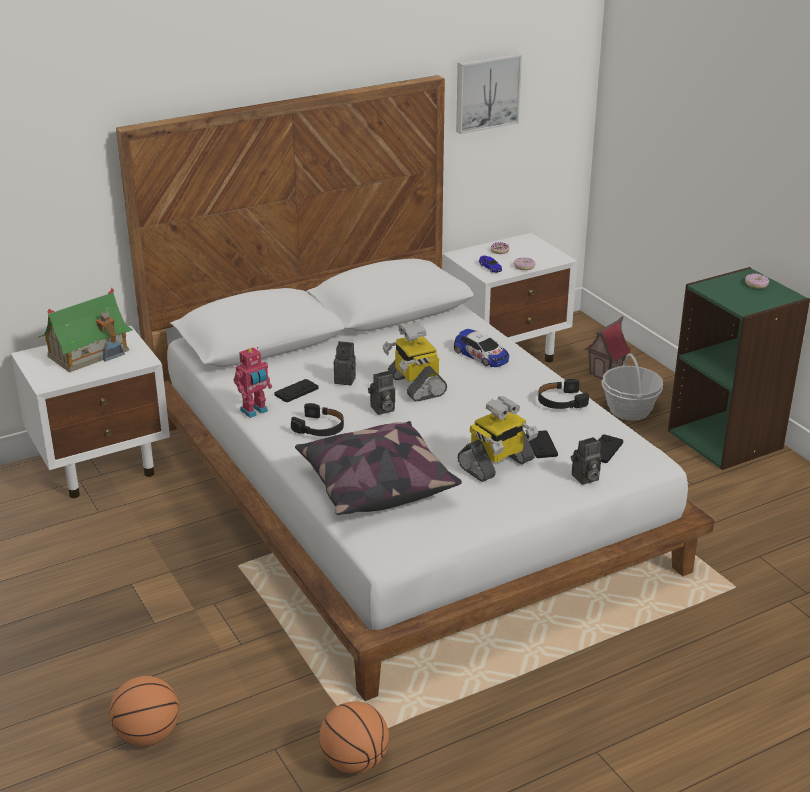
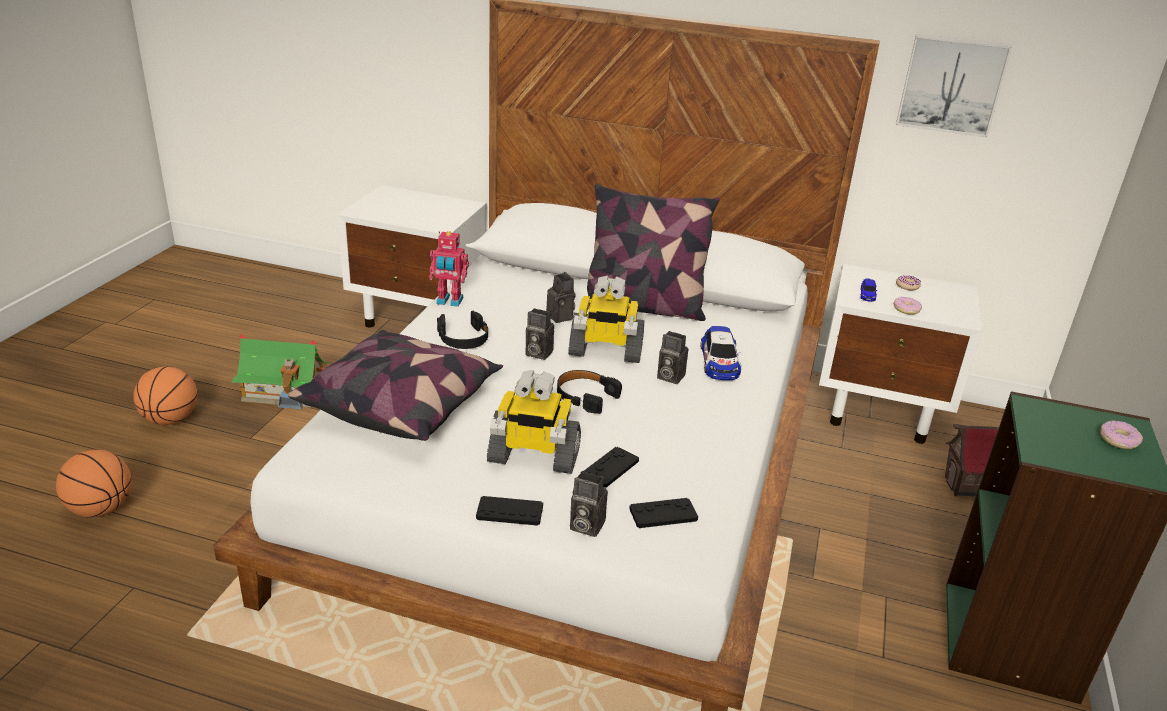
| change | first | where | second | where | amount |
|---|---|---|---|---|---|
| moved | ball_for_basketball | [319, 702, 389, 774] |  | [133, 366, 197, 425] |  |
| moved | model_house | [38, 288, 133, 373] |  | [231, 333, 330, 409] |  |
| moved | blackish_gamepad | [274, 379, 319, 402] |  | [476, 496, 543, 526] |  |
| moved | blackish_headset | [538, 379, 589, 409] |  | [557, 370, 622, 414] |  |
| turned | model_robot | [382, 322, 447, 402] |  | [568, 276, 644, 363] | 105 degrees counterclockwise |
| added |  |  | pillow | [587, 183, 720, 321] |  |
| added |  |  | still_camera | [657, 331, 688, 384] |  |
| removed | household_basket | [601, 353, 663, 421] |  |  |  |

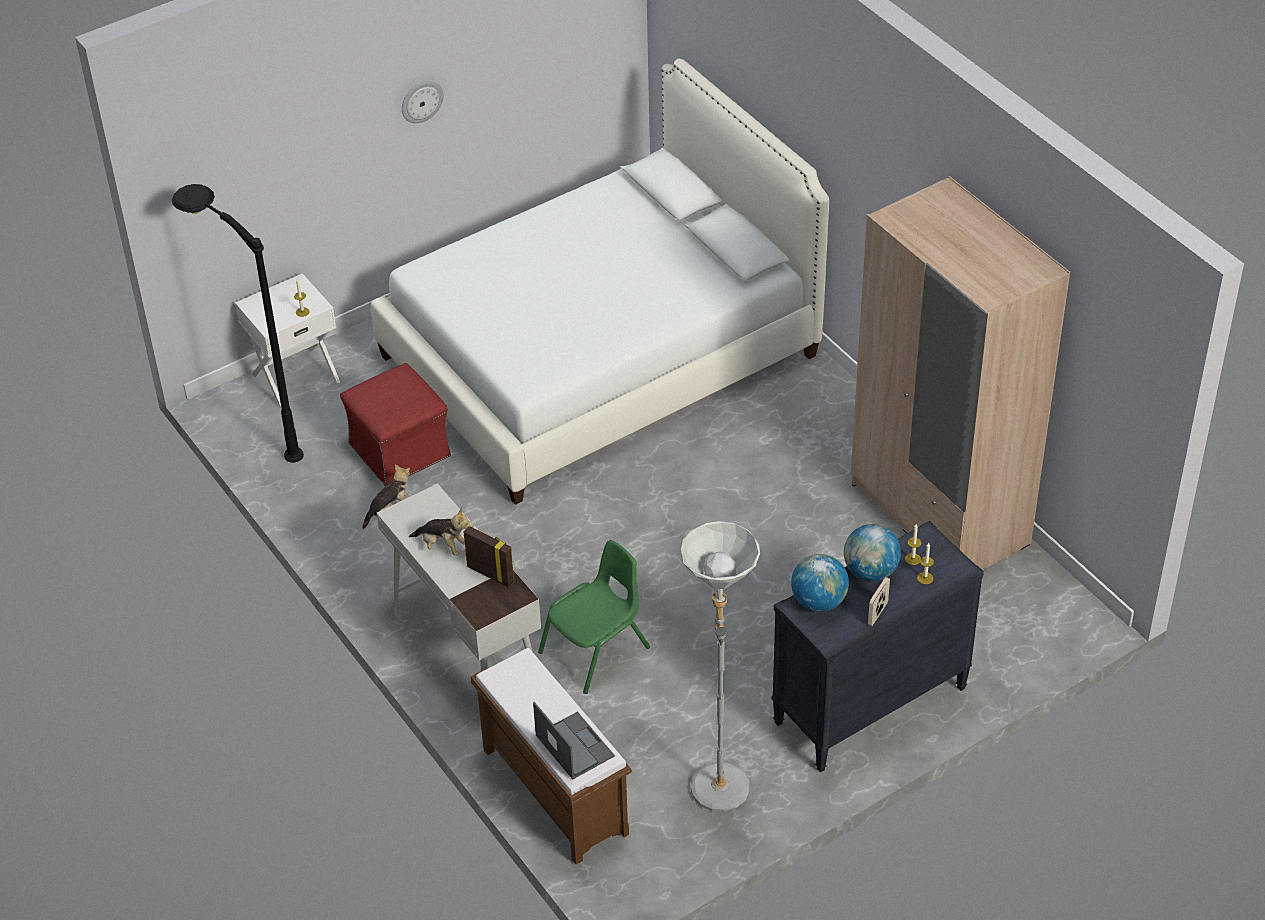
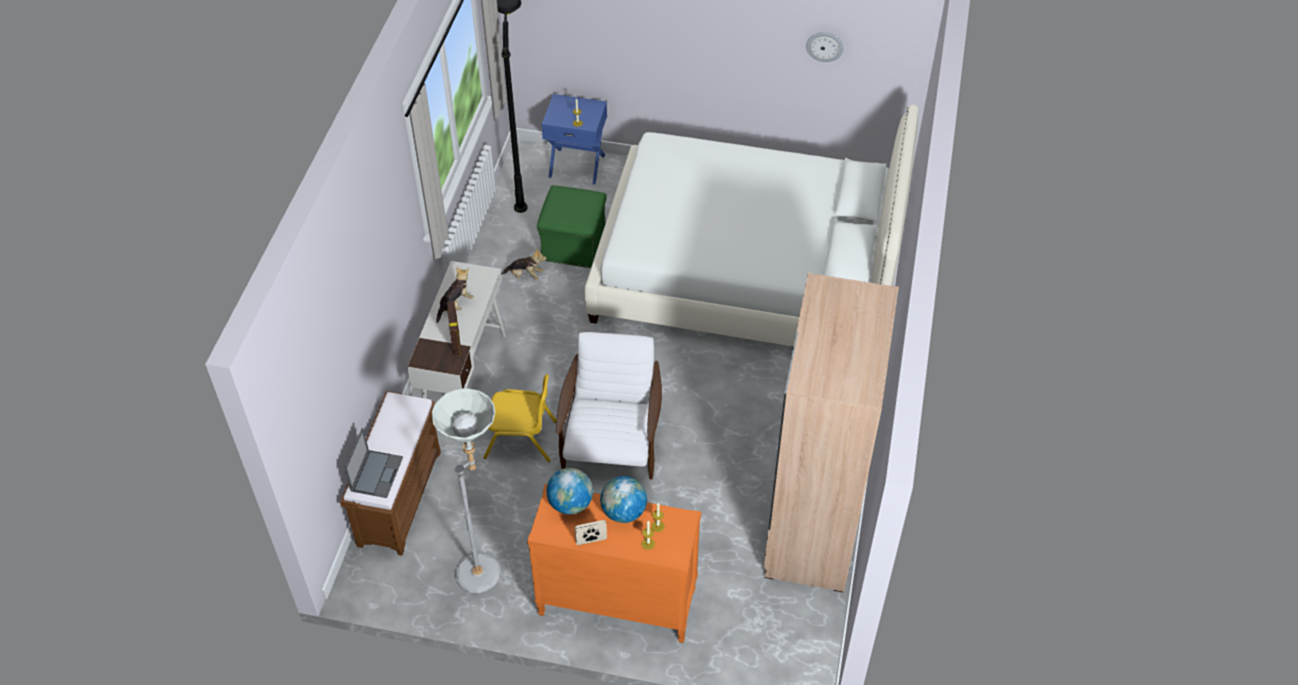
| change | first | where | second | where | amount |
|---|---|---|---|---|---|
| turned | cuddly_toy | [409, 508, 474, 556] |  | [436, 267, 474, 323] | 120 degrees counterclockwise |
| recoloured | green-coloured_upright_chair | [538, 540, 650, 694] | yellowish_upright_chair | [483, 374, 557, 462] |  |
| recoloured | blackish_chest_of_drawers | [771, 521, 984, 772] | orange_chest_of_drawers | [527, 484, 701, 643] |  |
| recoloured | red-coloured_footrest | [340, 363, 451, 486] | green-coloured_footrest | [537, 185, 607, 268] |  |
| recoloured | white-coloured_bedside_table | [235, 273, 340, 409] | bluish_bedside_table | [541, 94, 607, 185] |  |
| added |  |  | white-coloured_armchair | [556, 332, 662, 480] |  |
| moved | hanging_clock | [402, 81, 444, 123] |  | [806, 32, 843, 62] |  |

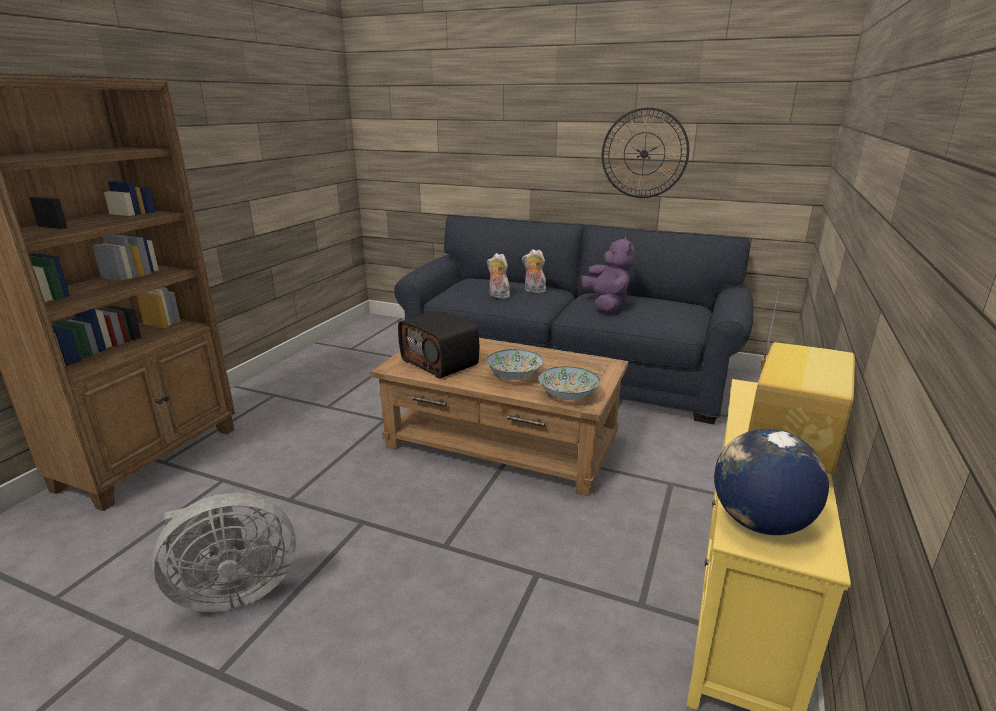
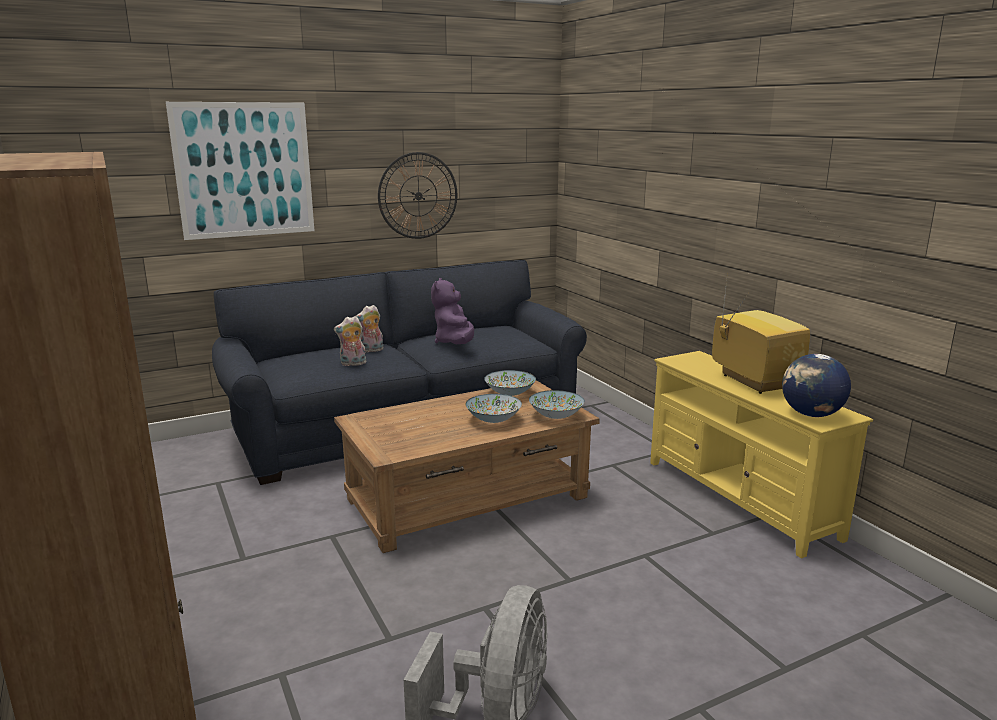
| change | first | where | second | where | amount |
|---|---|---|---|---|---|
| added |  |  | wall_picture | [166, 102, 314, 240] |  |
| turned | purplish_cuddly_toy | [581, 237, 635, 312] |  | [431, 278, 474, 344] | 120 degrees counterclockwise |
| added |  |  | serving_bowl | [484, 370, 536, 396] |  |
| removed | radio_set | [398, 311, 479, 378] |  |  |  |

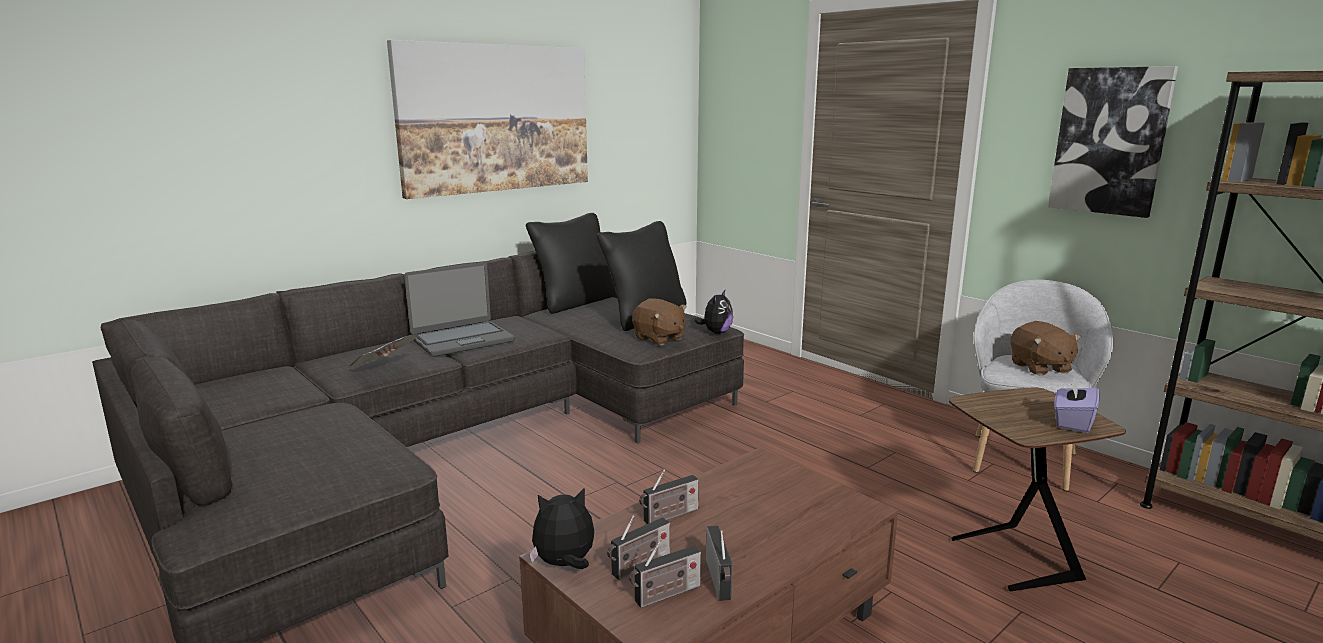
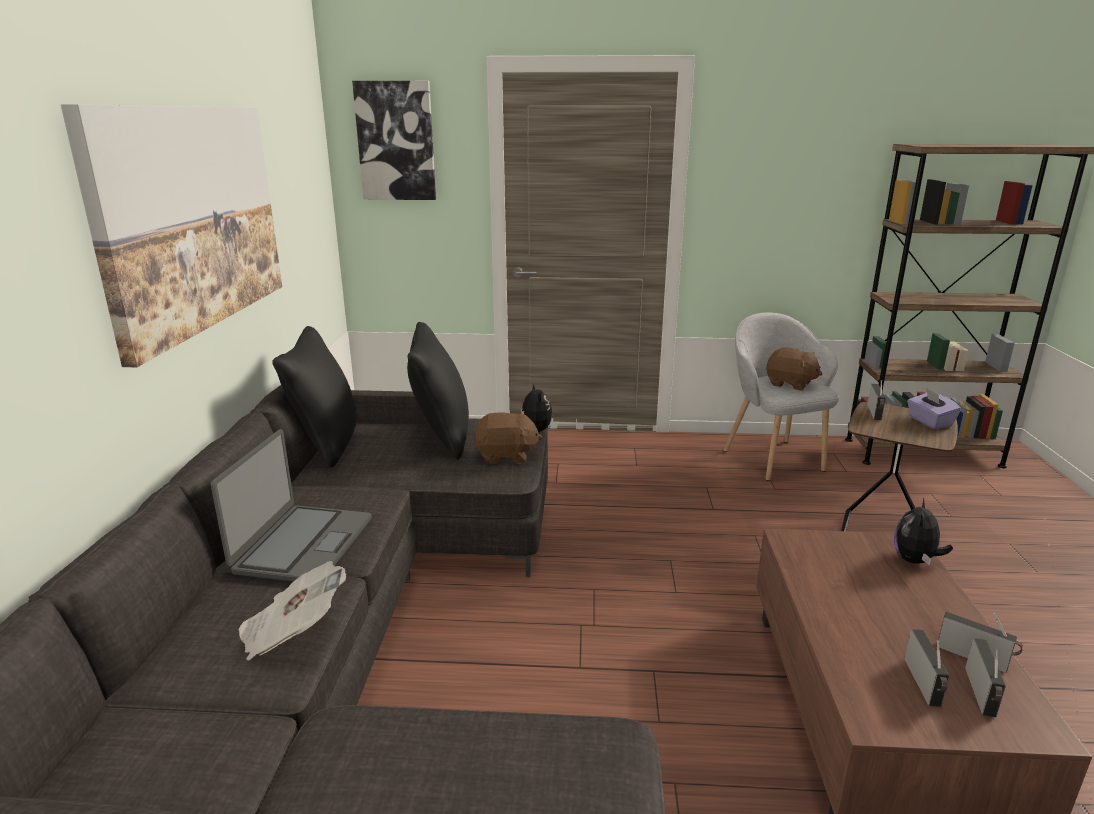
| change | first | where | second | where | amount |
|---|---|---|---|---|---|
| moved | wall_picture | [1048, 66, 1178, 218] |  | [352, 81, 436, 200] |  |
| moved | radio_set | [639, 469, 699, 524] |  | [867, 380, 886, 420] |  |
| moved | cuddly_toy | [529, 488, 594, 569] |  | [894, 498, 953, 565] |  |

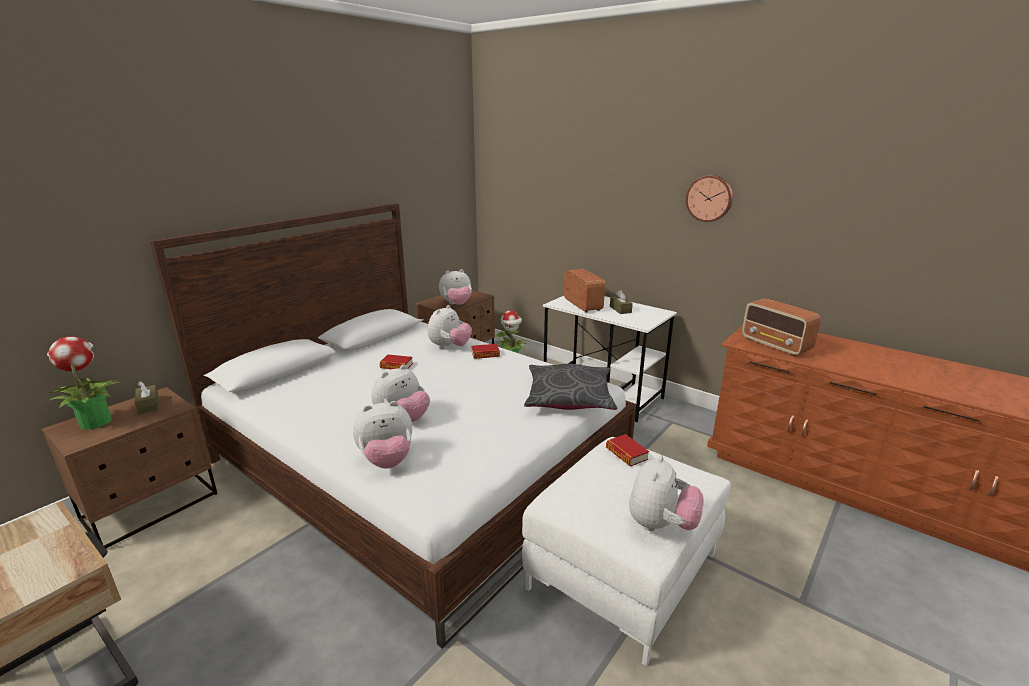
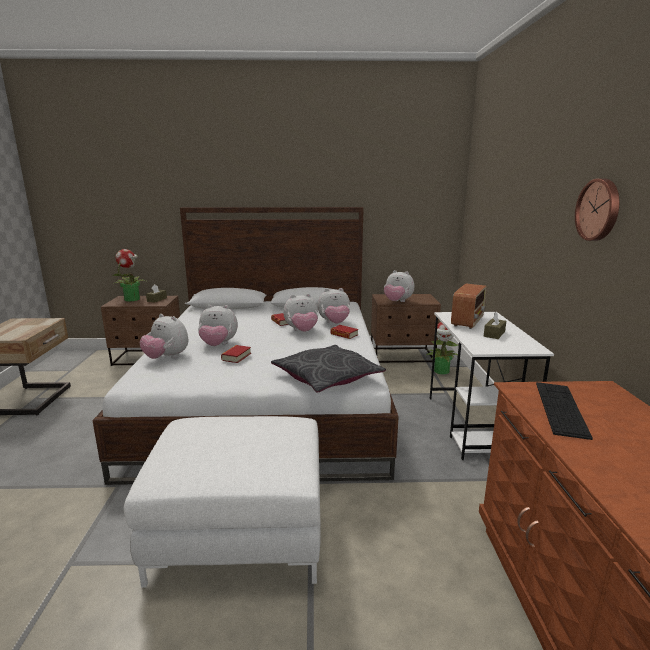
| change | first | where | second | where | amount |
|---|---|---|---|---|---|
| moved | book | [606, 434, 649, 466] |  | [221, 345, 251, 363] |  |
| moved | cuddly_toy | [629, 455, 704, 531] |  | [283, 294, 318, 332] |  |
| replaced | radio_set | [742, 298, 821, 356] | PC_keyboard | [536, 382, 593, 440] |  |

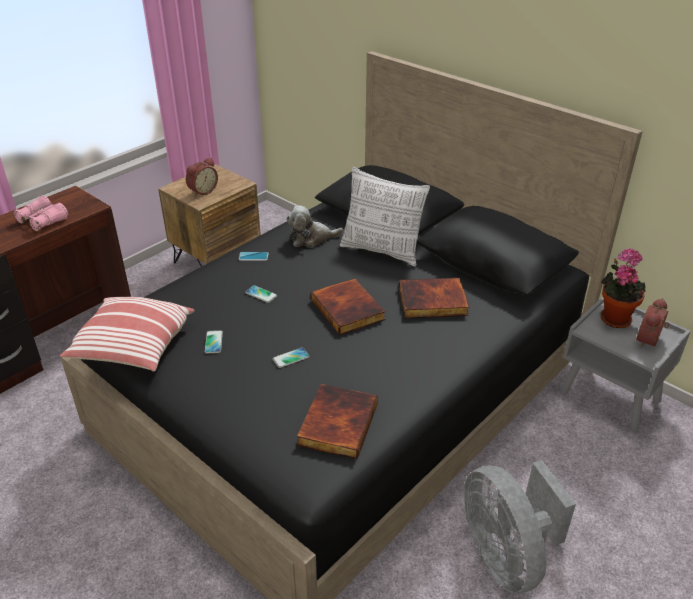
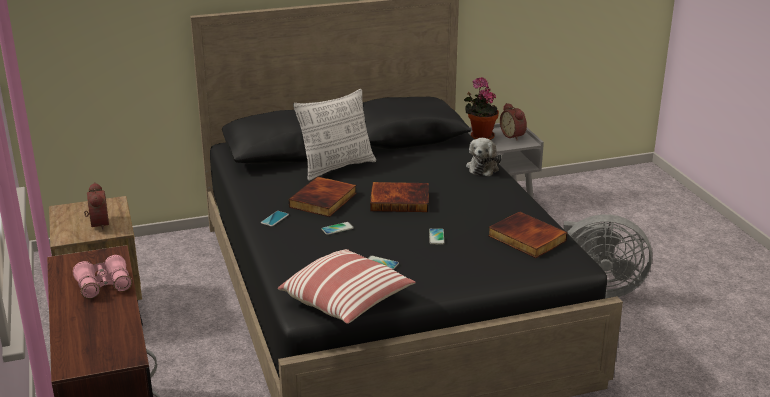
| change | first | where | second | where | amount |
|---|---|---|---|---|---|
| moved | book | [399, 278, 469, 318] |  | [289, 176, 357, 217] |  |
| moved | cuddly_toy | [286, 205, 344, 248] |  | [466, 138, 502, 177] |  |

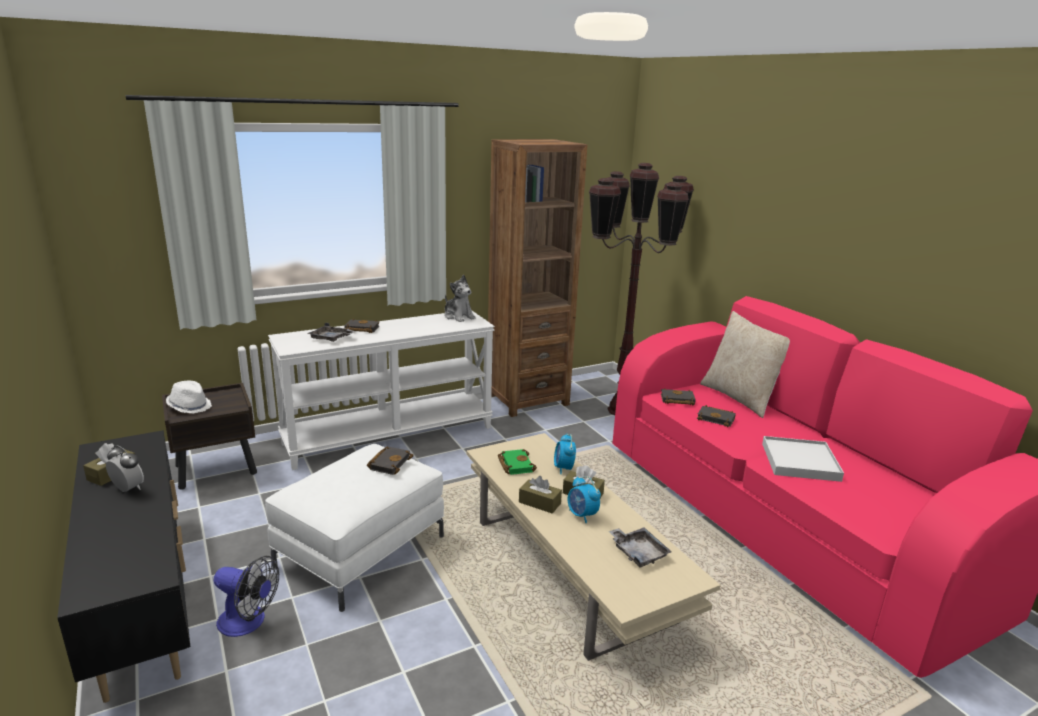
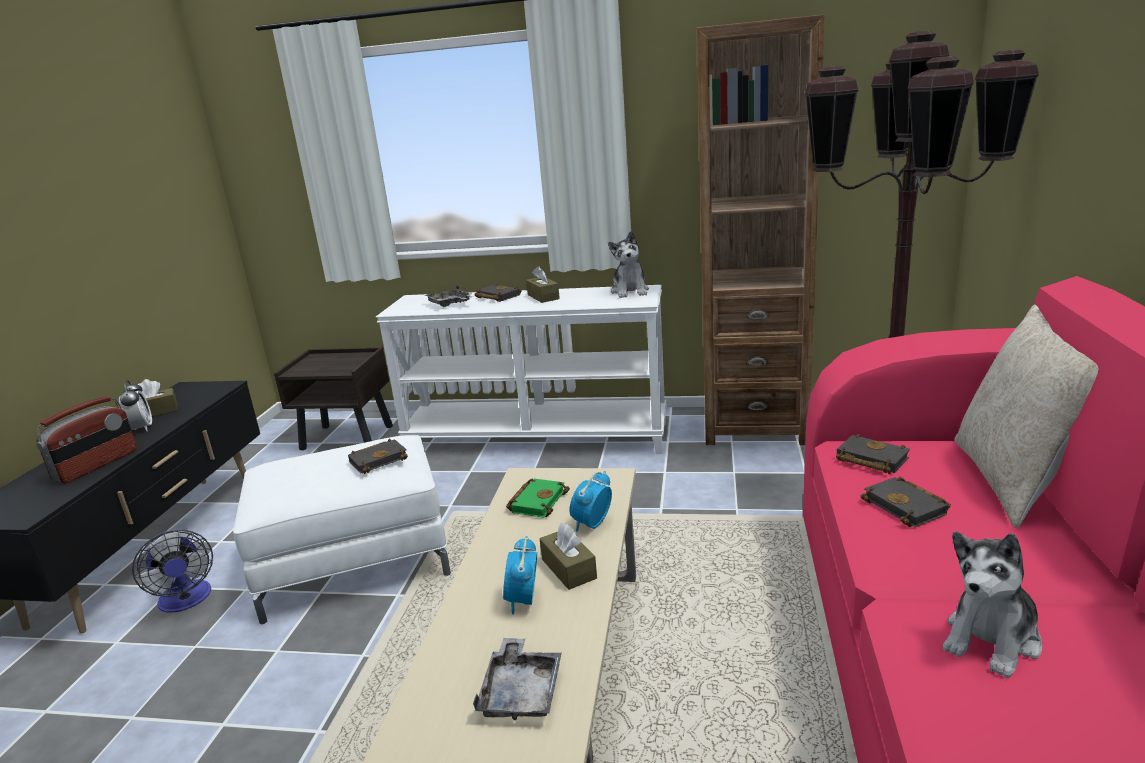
| change | first | where | second | where | amount |
|---|---|---|---|---|---|
| added |  |  | radio_set | [36, 396, 137, 484] |  |
| moved | brown-coloured_box_of_tissues | [519, 476, 562, 513] |  | [526, 266, 560, 303] |  |
| replaced | white-coloured_carrying_tray | [762, 436, 844, 482] | cuddly_toy | [943, 531, 1042, 678] |  |
| removed | white-coloured_wearable_hat | [166, 381, 212, 414] |  |  |  |

